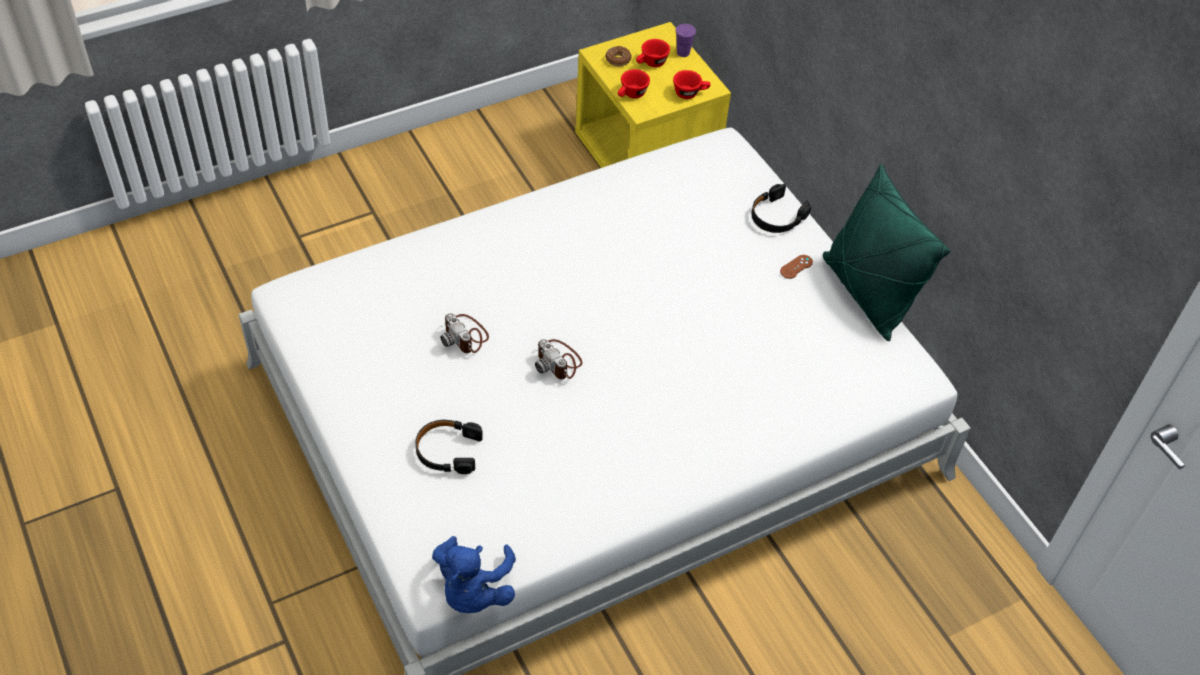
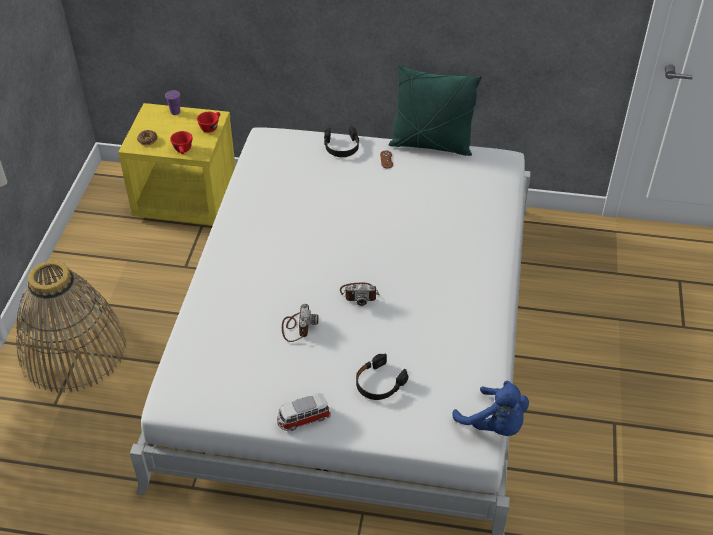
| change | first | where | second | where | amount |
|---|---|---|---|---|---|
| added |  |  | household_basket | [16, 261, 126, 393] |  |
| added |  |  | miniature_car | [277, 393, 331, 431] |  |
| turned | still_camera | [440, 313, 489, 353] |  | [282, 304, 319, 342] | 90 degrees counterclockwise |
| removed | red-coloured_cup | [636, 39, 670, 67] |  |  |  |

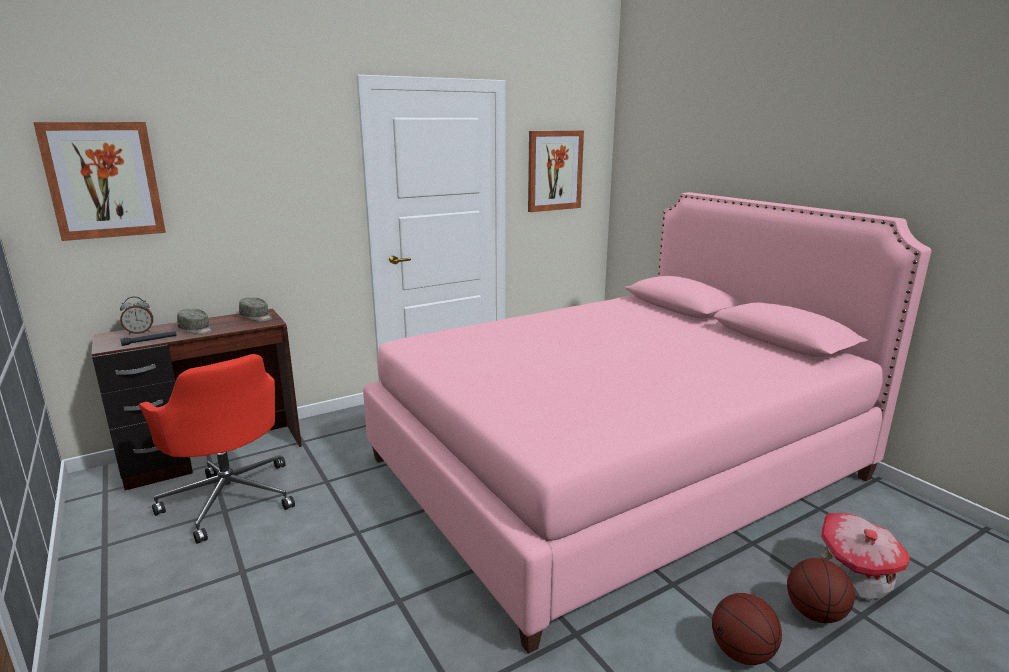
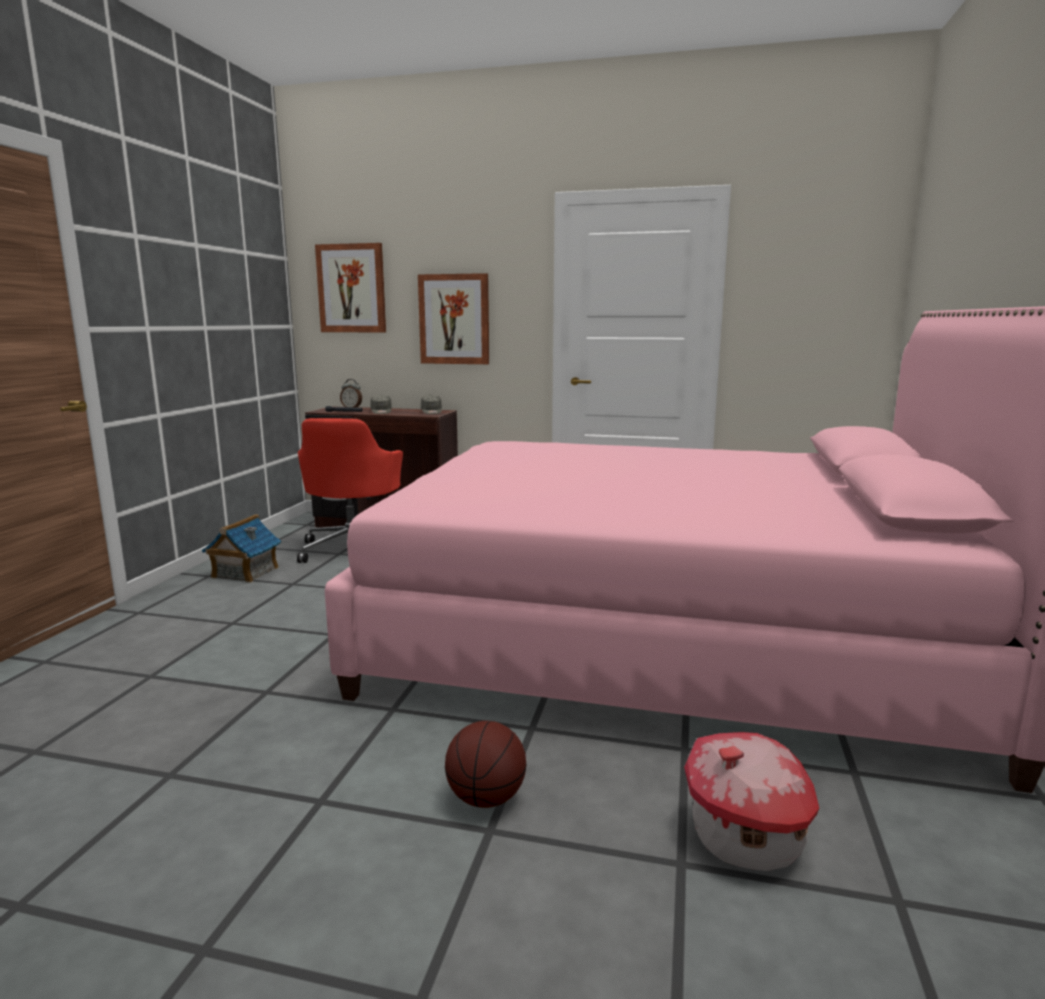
| change | first | where | second | where | amount |
|---|---|---|---|---|---|
| added |  |  | model_house | [202, 514, 281, 583] |  |
| moved | wall_picture | [528, 131, 584, 212] |  | [418, 273, 489, 364] |  |
| removed | ball_for_basketball | [787, 558, 855, 623] |  |  |  |

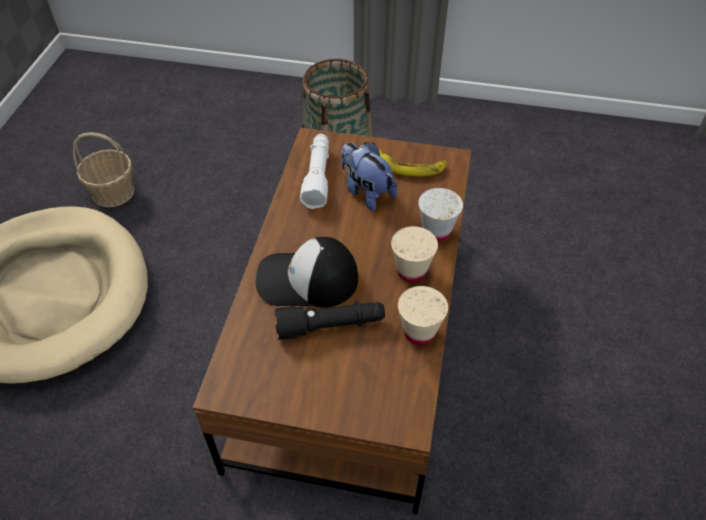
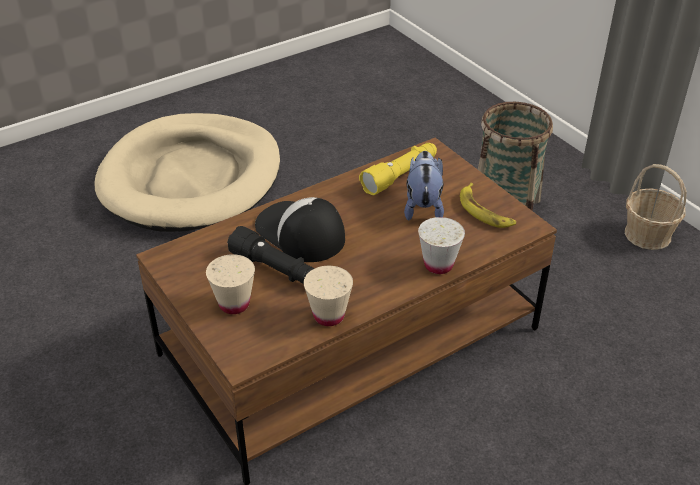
| change | first | where | second | where | amount |
|---|---|---|---|---|---|
| moved | beige_cup | [391, 226, 438, 282] |  | [206, 254, 255, 314] |  |
| recoloured | white-coloured_flashlight | [300, 134, 329, 209] | yellowish_flashlight | [359, 143, 437, 195] |  |
| moved | household_basket | [73, 132, 135, 207] |  | [625, 164, 687, 250] |  |

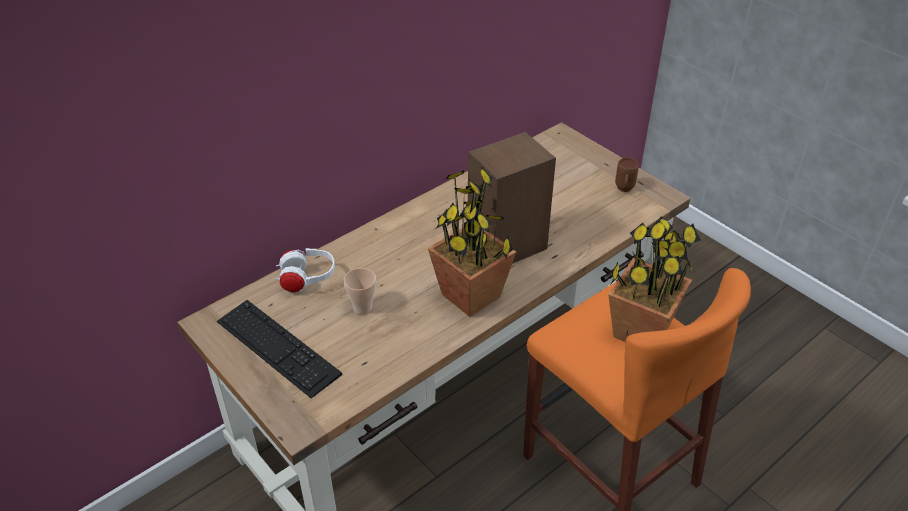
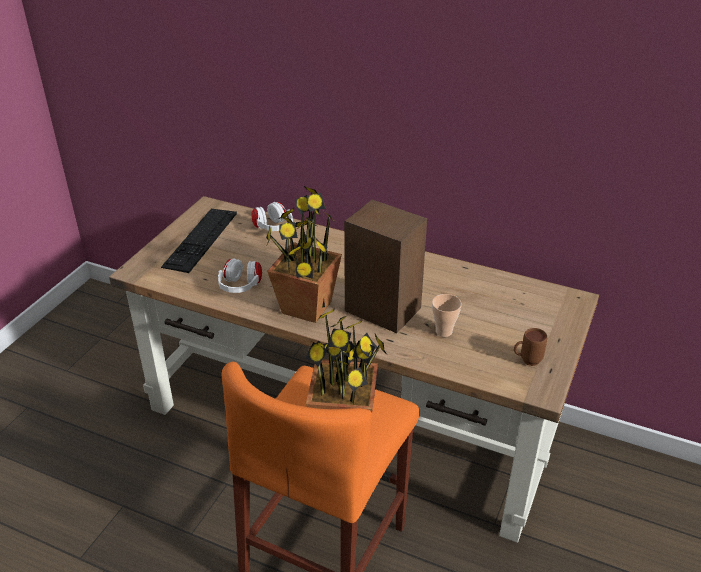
| change | first | where | second | where | amount |
|---|---|---|---|---|---|
| added |  |  | white-coloured_headset | [218, 258, 262, 293] |  |
| moved | cup | [344, 268, 376, 314] |  | [432, 294, 462, 337] |  |

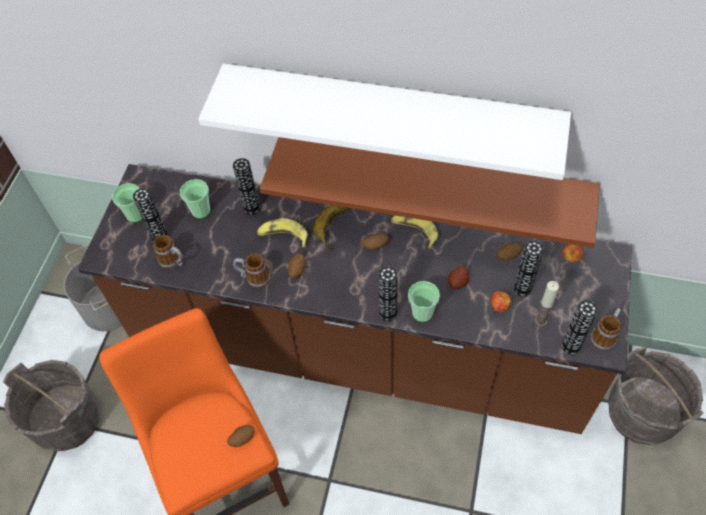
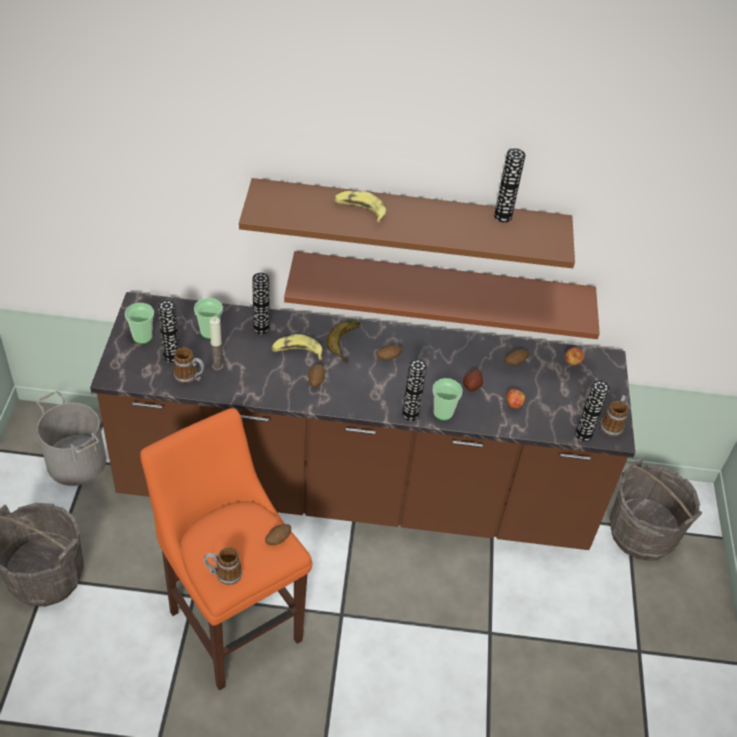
| change | first | where | second | where | amount |
|---|---|---|---|---|---|
| moved | coffee_mug | [233, 254, 270, 288] |  | [204, 547, 242, 585] |  |
| moved | candle | [535, 281, 559, 326] |  | [210, 317, 223, 370] |  |
| recoloured | white-coloured_shelf | [198, 64, 571, 180] | brown-coloured_shelf | [239, 178, 575, 268] |  |
| moved | banana | [391, 215, 438, 249] |  | [334, 191, 386, 223] |  |
| moved | flower_vase | [514, 241, 544, 297] |  | [494, 149, 526, 222] |  |

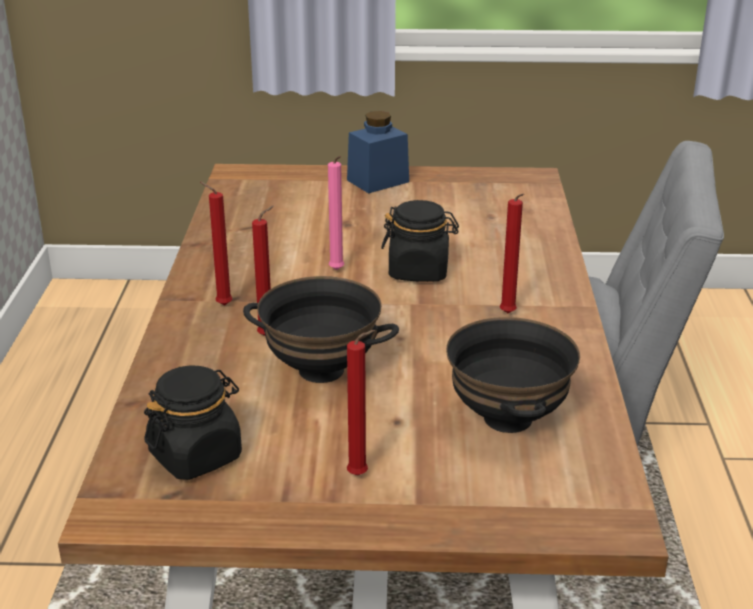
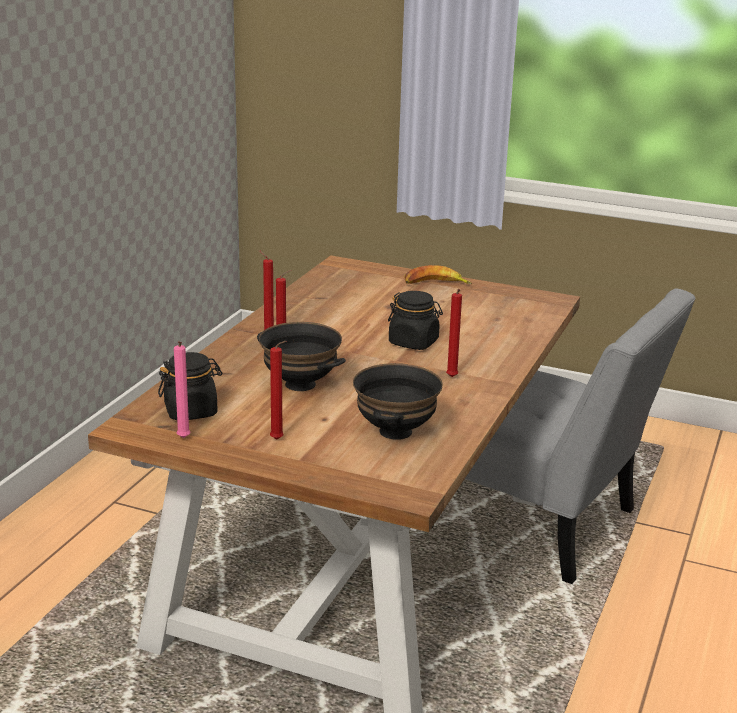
| change | first | where | second | where | amount |
|---|---|---|---|---|---|
| moved | pinkish_candle | [328, 156, 344, 270] |  | [174, 341, 191, 438] |  |
| replaced | bluish_preserve_jar | [347, 111, 409, 193] | banana | [404, 265, 472, 284] |  |

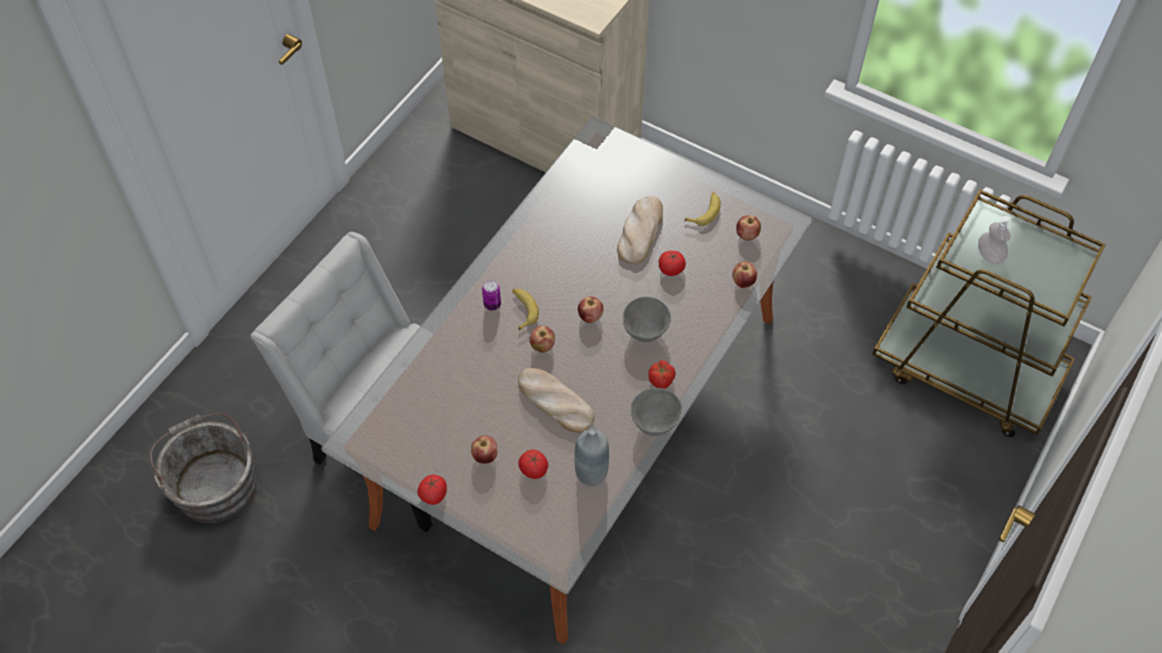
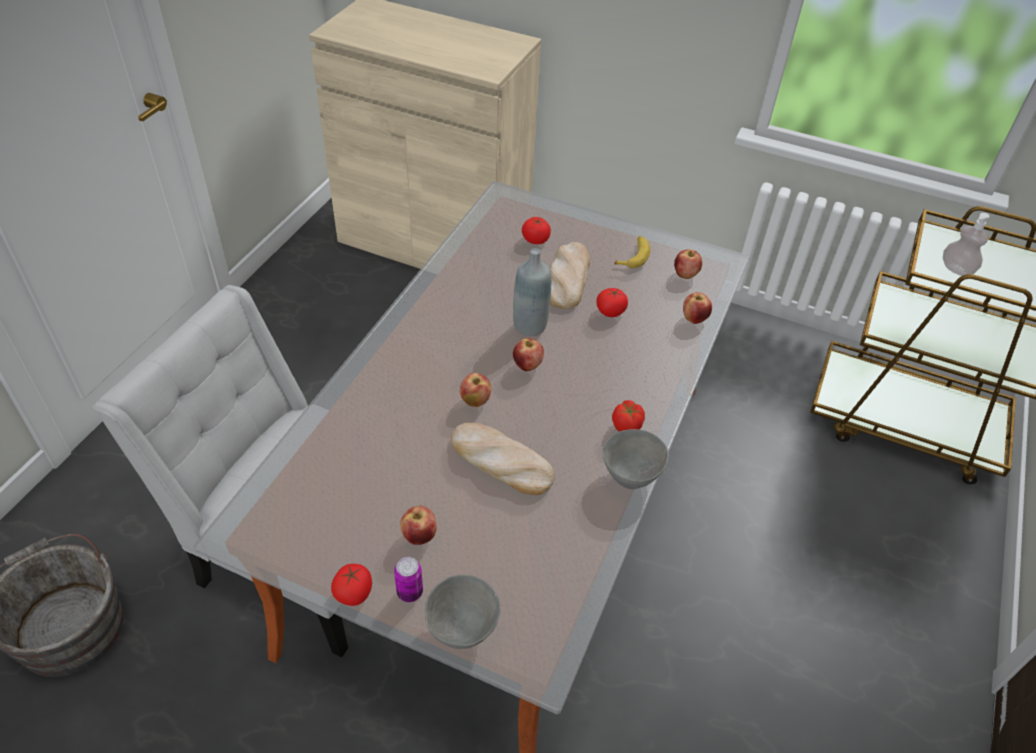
| change | first | where | second | where | amount |
|---|---|---|---|---|---|
| moved | metal_can | [482, 280, 501, 311] |  | [394, 557, 423, 602] |  |
| moved | gray_serving_bowl | [623, 297, 671, 342] |  | [425, 575, 501, 649] |  |
| moved | gray_drink_bottle | [575, 427, 609, 487] |  | [513, 248, 551, 336] |  |
| moved | tomato | [518, 449, 548, 479] |  | [522, 217, 551, 244] |  |
| removed | banana | [512, 289, 539, 331] |  |  |  |

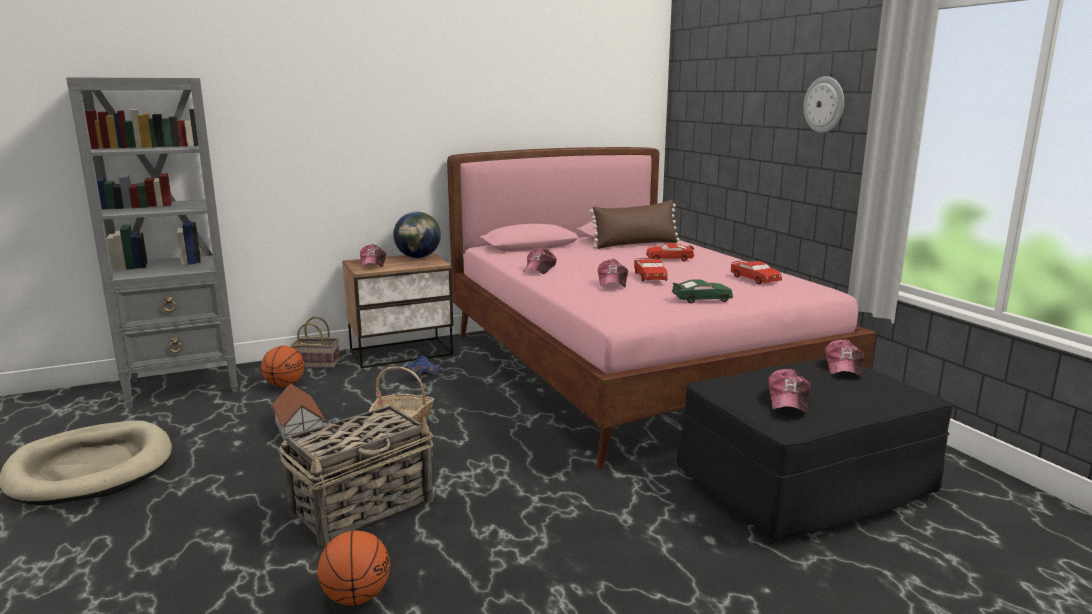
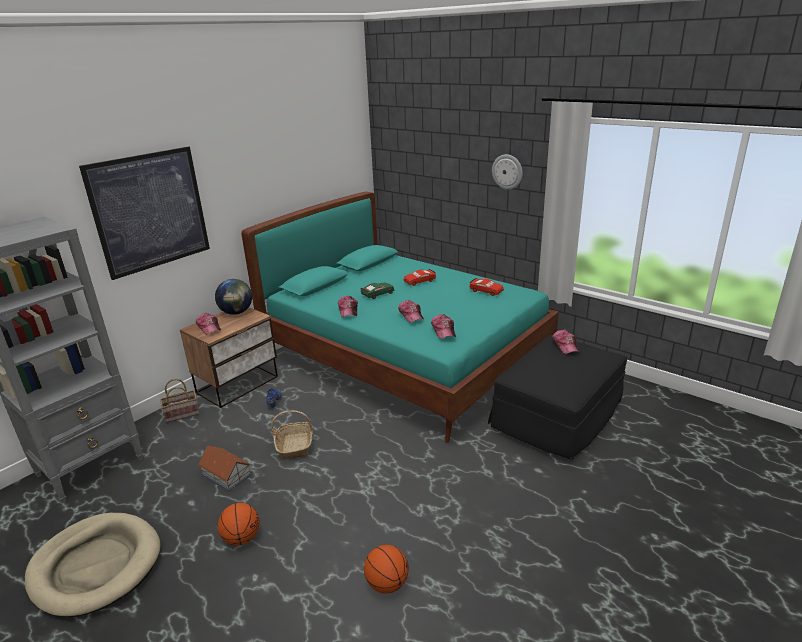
| change | first | where | second | where | amount |
|---|---|---|---|---|---|
| added |  |  | wall_picture | [79, 146, 210, 280] |  |
| moved | ball_for_basketball | [261, 346, 305, 387] |  | [218, 503, 259, 546] |  |
| recoloured | pinkish_bed | [447, 147, 876, 469] | turquoise-coloured_bed | [241, 192, 559, 443] |  |
| moved | green-coloured_miniature_car | [672, 279, 733, 304] |  | [360, 283, 394, 299] |  |
| moved | baseball_cap | [768, 369, 811, 413] |  | [431, 314, 456, 339] |  |
| removed | household_basket | [279, 405, 433, 547] |  |  |  |
| removed | brown-coloured_pillow | [589, 200, 680, 249] |  |  |  |
| removed | red-coloured_miniature_car | [634, 258, 668, 281] |  |  |  |

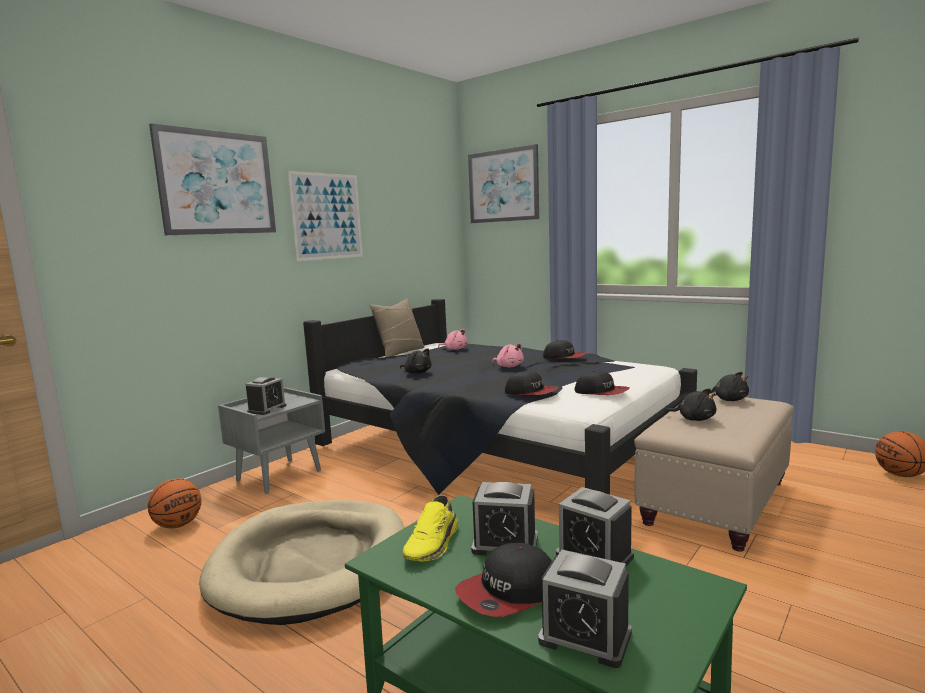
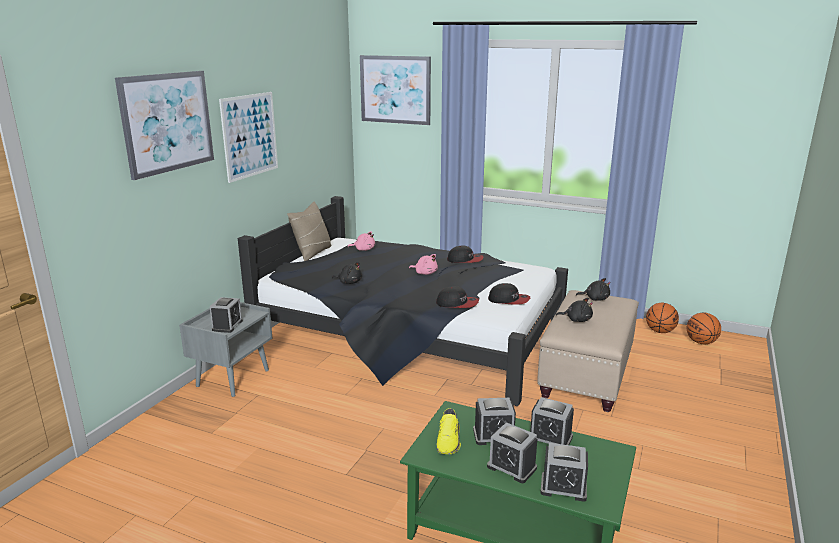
| change | first | where | second | where | amount |
|---|---|---|---|---|---|
| replaced | baseball_cap | [455, 543, 552, 617] | alarm_clock | [487, 422, 537, 483] |  |
| moved | ball_for_basketball | [147, 478, 202, 528] |  | [646, 303, 679, 333] |  |
| removed | beige_dog_cushion | [199, 500, 405, 625] |  |  |  |

